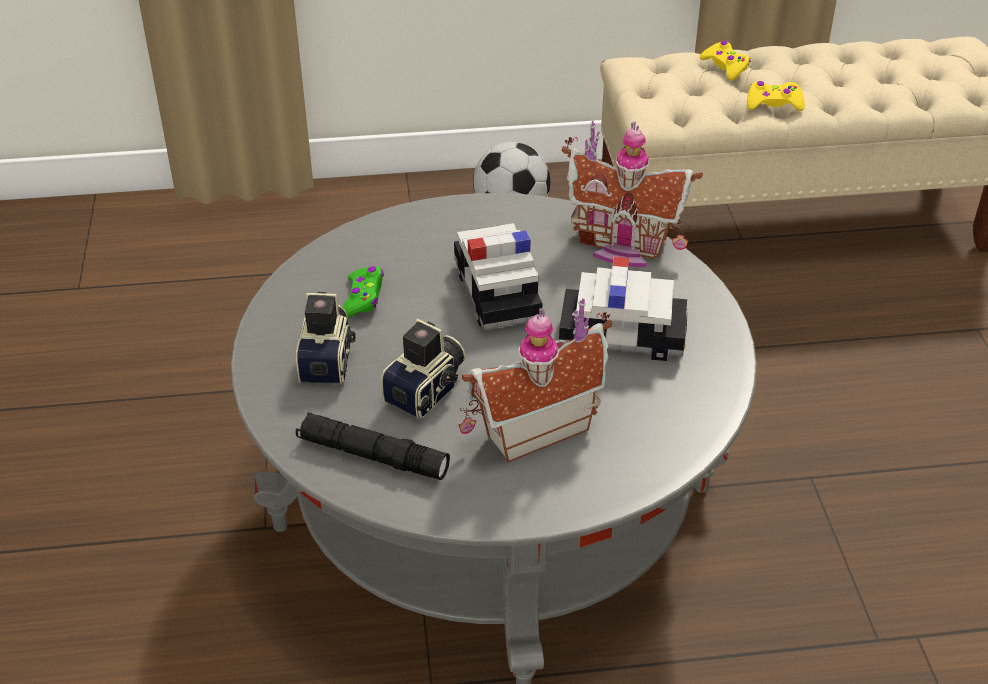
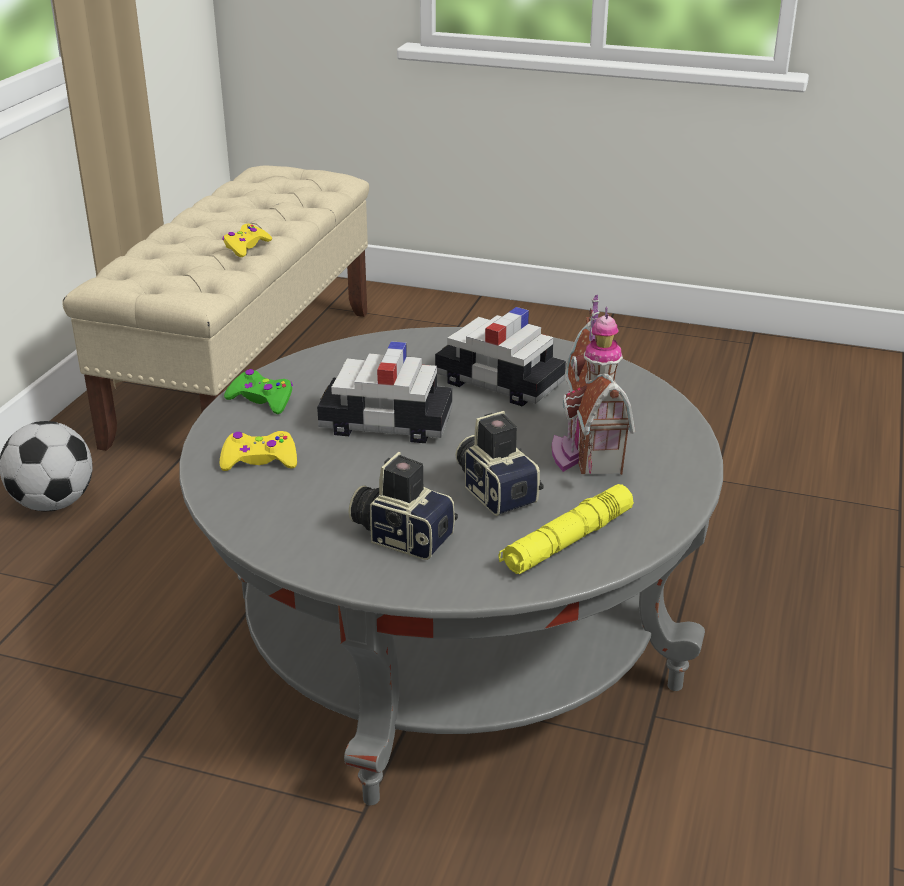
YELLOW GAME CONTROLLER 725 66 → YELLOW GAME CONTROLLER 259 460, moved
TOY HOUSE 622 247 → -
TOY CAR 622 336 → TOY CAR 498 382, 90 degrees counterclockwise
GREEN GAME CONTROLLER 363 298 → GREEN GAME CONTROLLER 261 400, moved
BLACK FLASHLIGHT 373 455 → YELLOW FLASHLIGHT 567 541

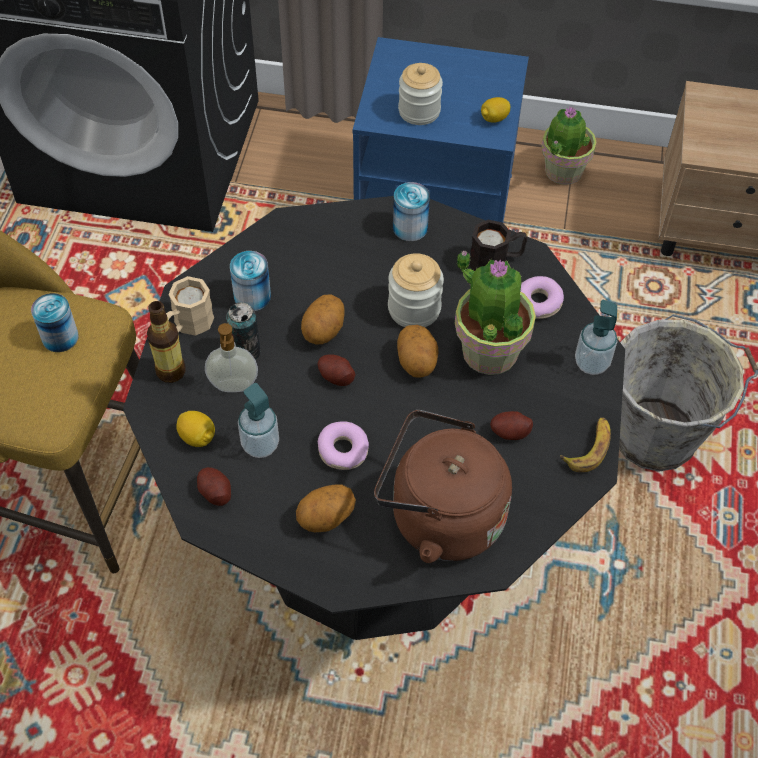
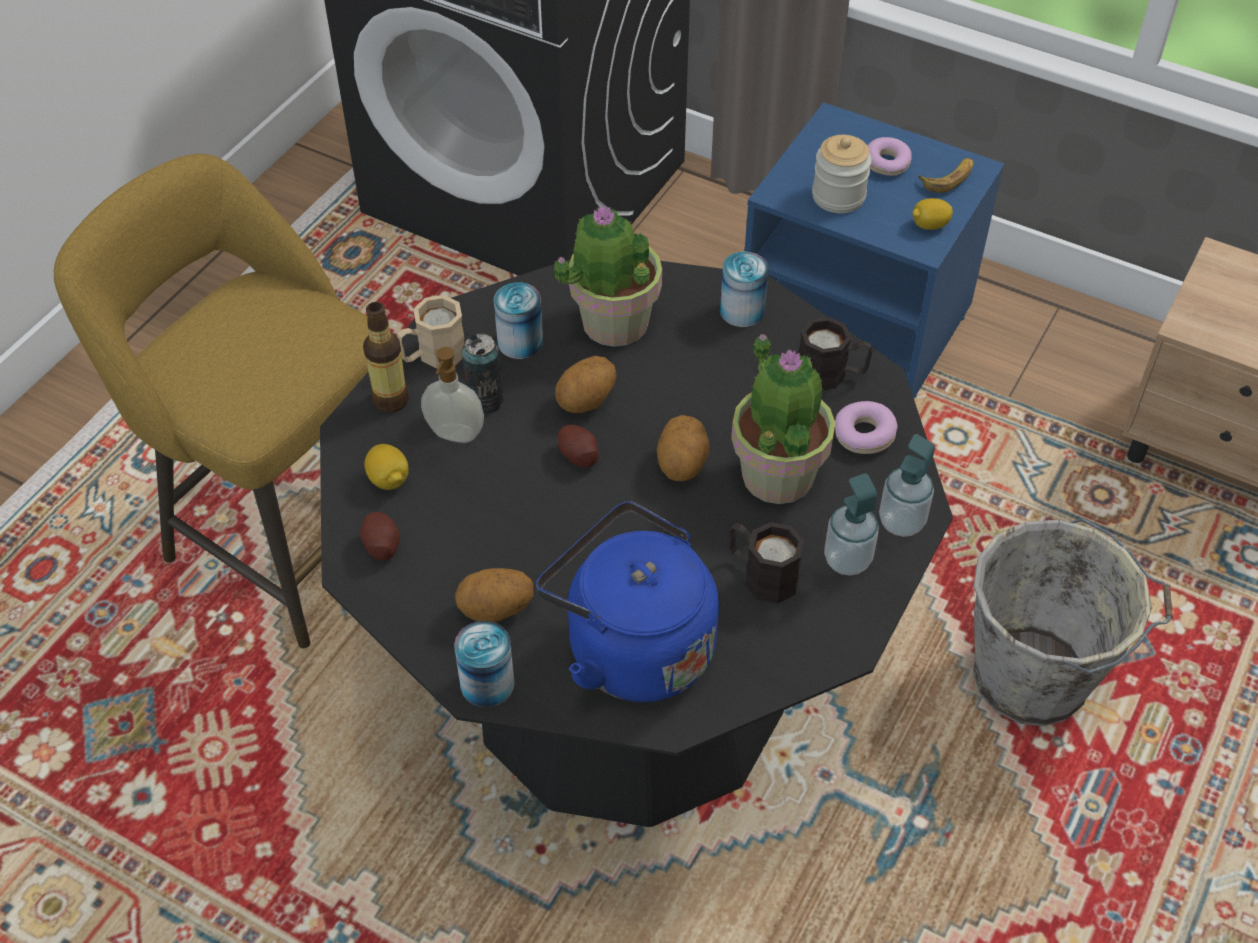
POTTED PLANT 562 171 → POTTED PLANT 613 323, moved
JAR 414 309 → -
CAN 60 337 → CAN 487 683, moved
SOAP DISPENSER 260 444 → SOAP DISPENSER 847 560, moved
BROWN KETTLE 439 517 → BLUE KETTLE 632 647
POTATO 509 432 → BLACK MUG 761 574
BANANA 589 447 → BANANA 948 178, moved
DONUT 343 450 → DONUT 886 163, moved

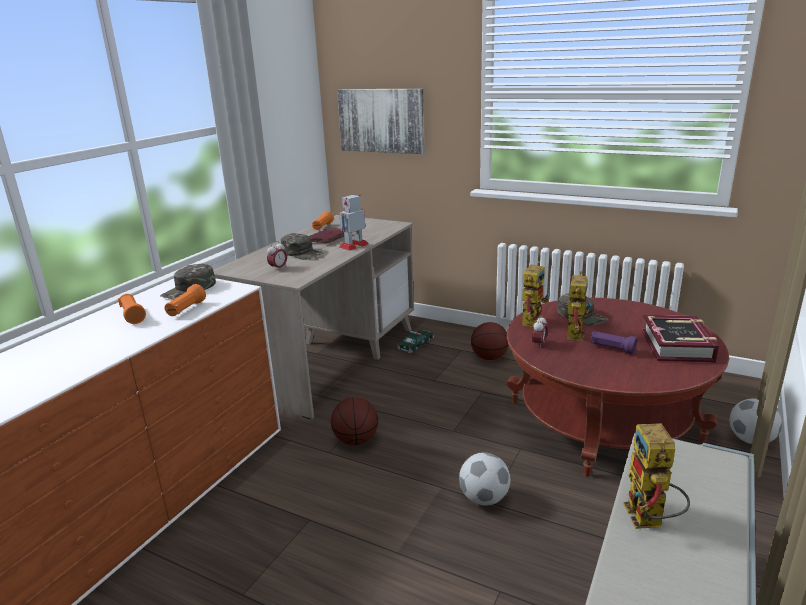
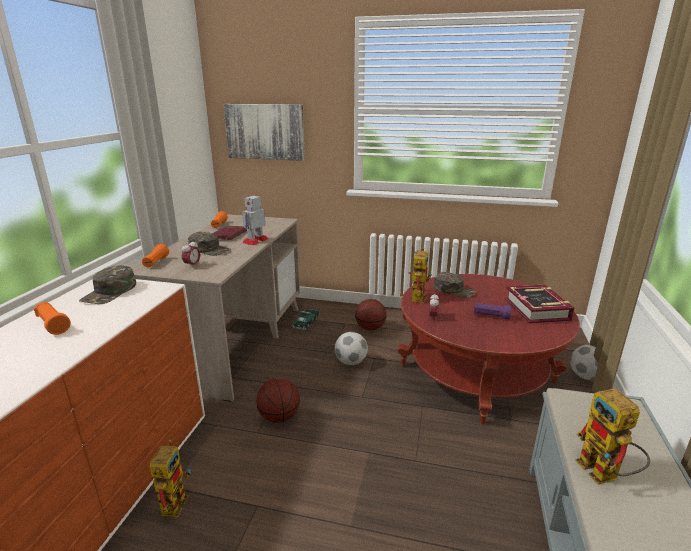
TOY ROBOT 573 332 → TOY ROBOT 175 500, moved
ORANGE FLASHLIGHT 186 309 → ORANGE FLASHLIGHT 156 263, moved
FOOTBALL 484 498 → FOOTBALL 351 362, moved

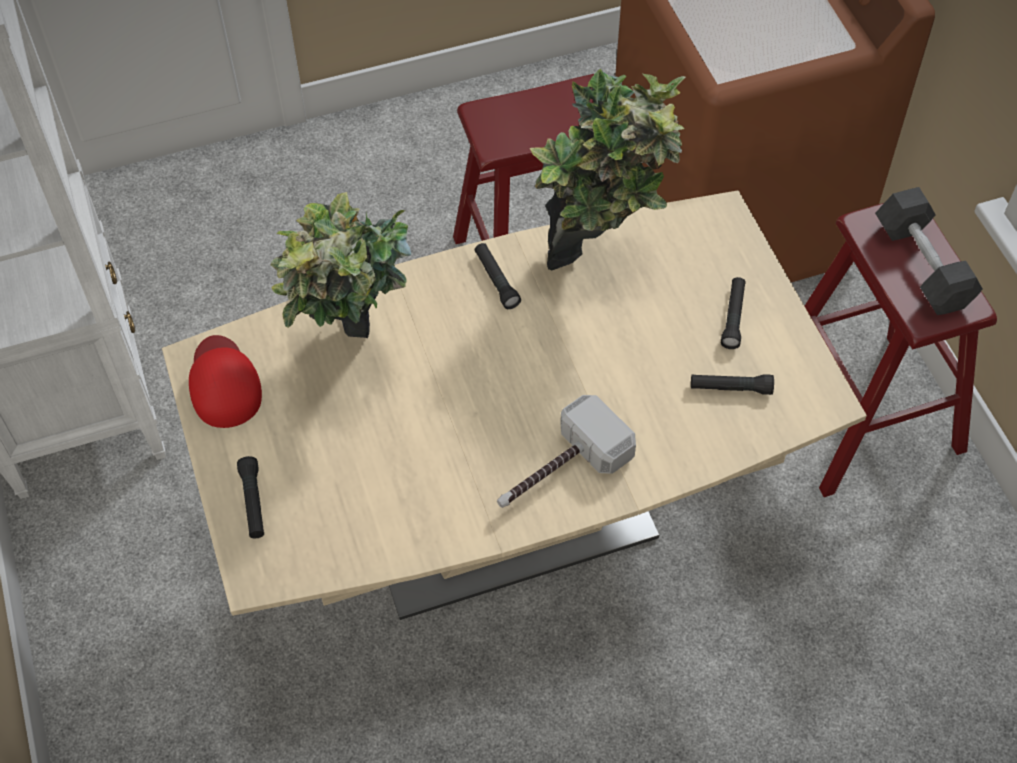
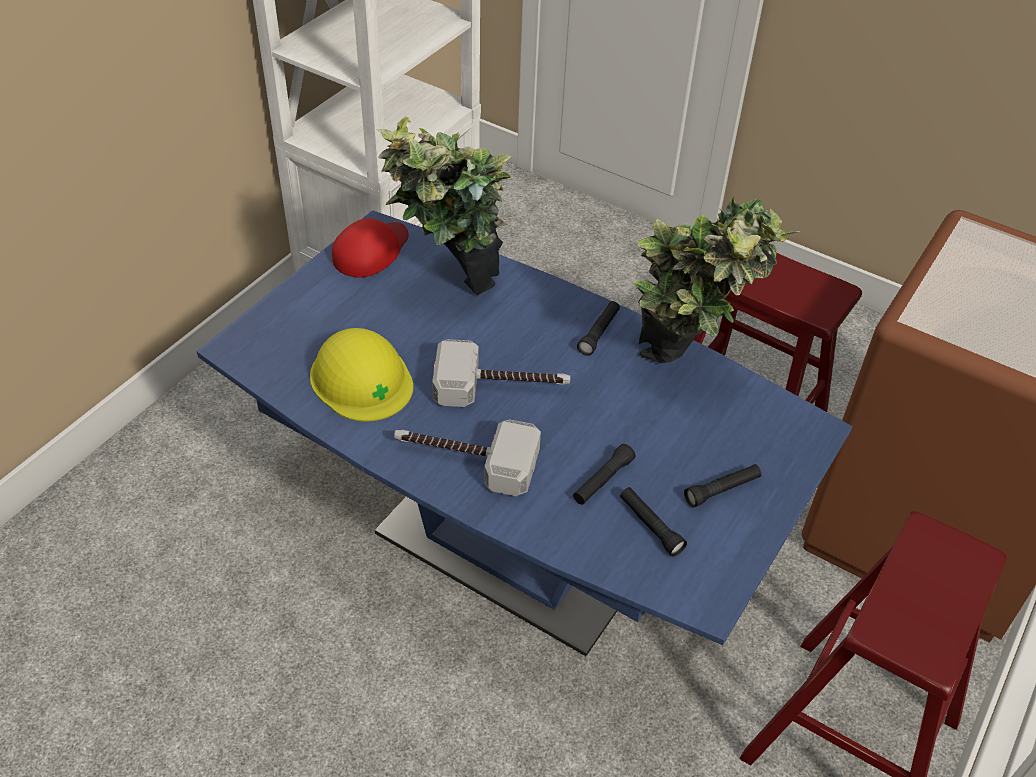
BLACK DUMBBELL 922 265 → -
BEIGE DINING TABLE 509 522 → BLUE DINING TABLE 510 550
BLACK FLASHLIGHT 253 502 → BLACK FLASHLIGHT 602 481, moved
- → YELLOW HARD HAT 361 379
- → HAMMER 501 387

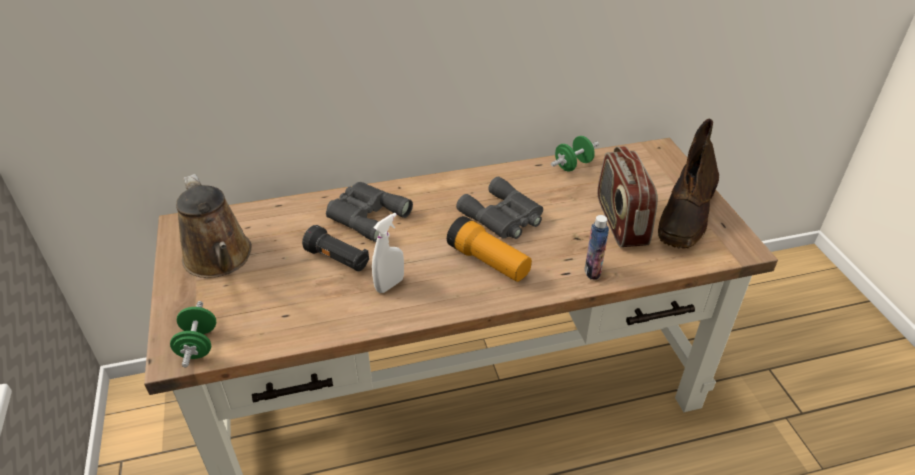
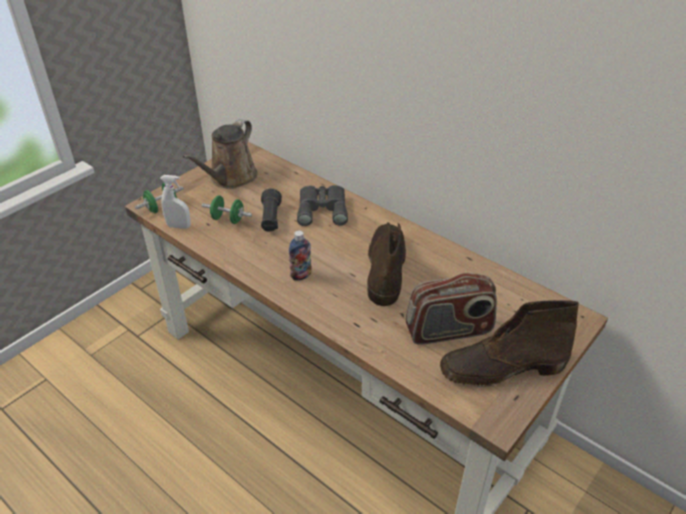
GREEN DUMBBELL 573 165 → GREEN DUMBBELL 228 219, moved
RADIO 620 221 → RADIO 448 331, 150 degrees counterclockwise
GREY BINOCULARS 503 217 → BROWN BOOT 386 268
WHITE SPRAY BOTTLE 389 285 → WHITE SPRAY BOTTLE 179 226, moved
BOTTLE 592 271 → BOTTLE 301 275, moved
FLASHLIGHT 488 262 → -

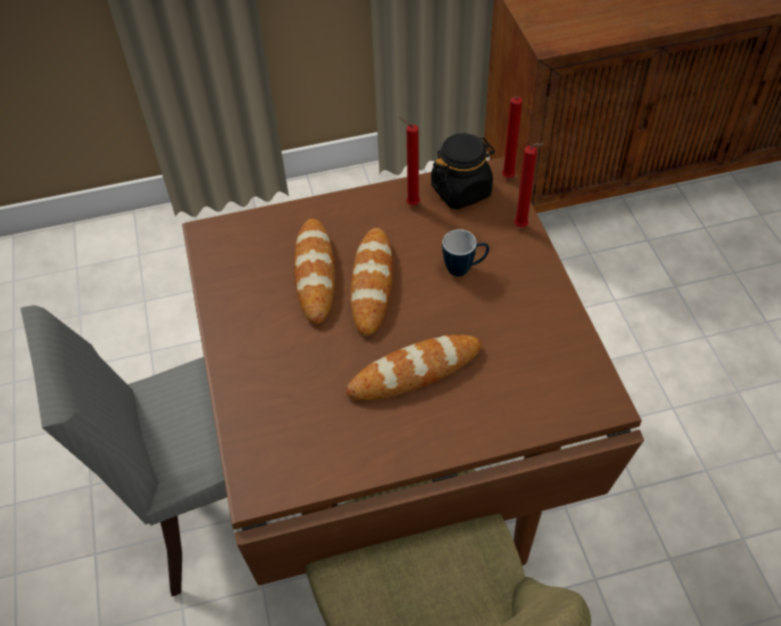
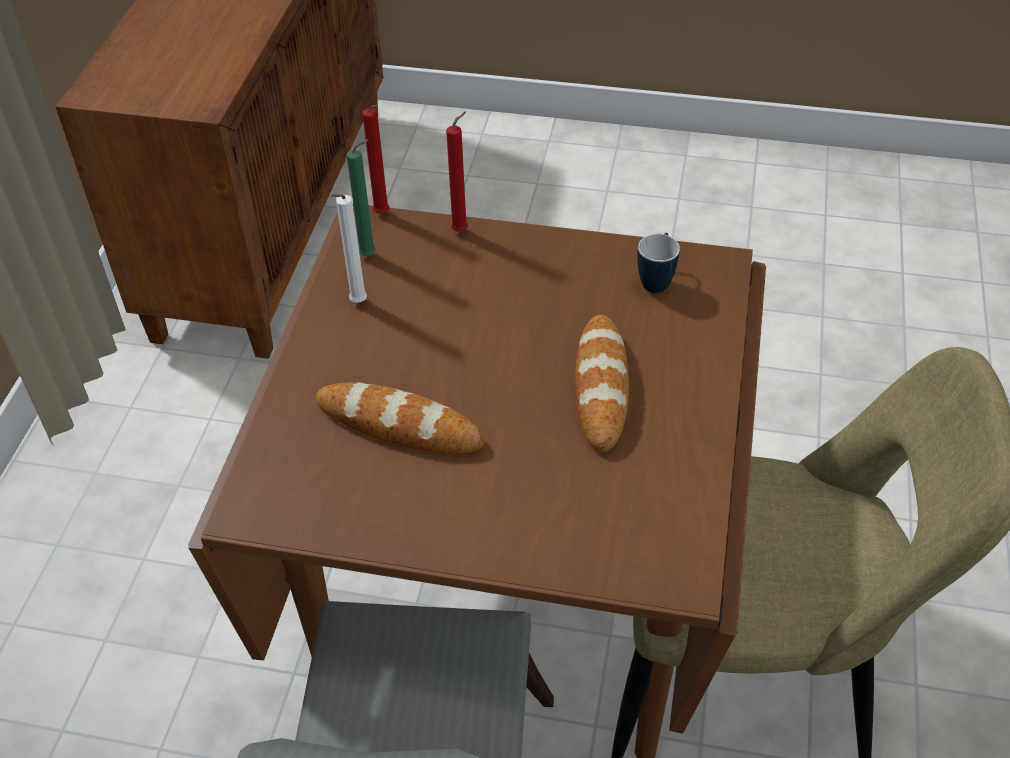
RED CANDLE 410 204 → WHITE CANDLE 356 303
BLACK JAR 461 190 → GREEN CANDLE 370 256
BREAD 372 284 → -
MUG 464 269 → MUG 657 280, moved

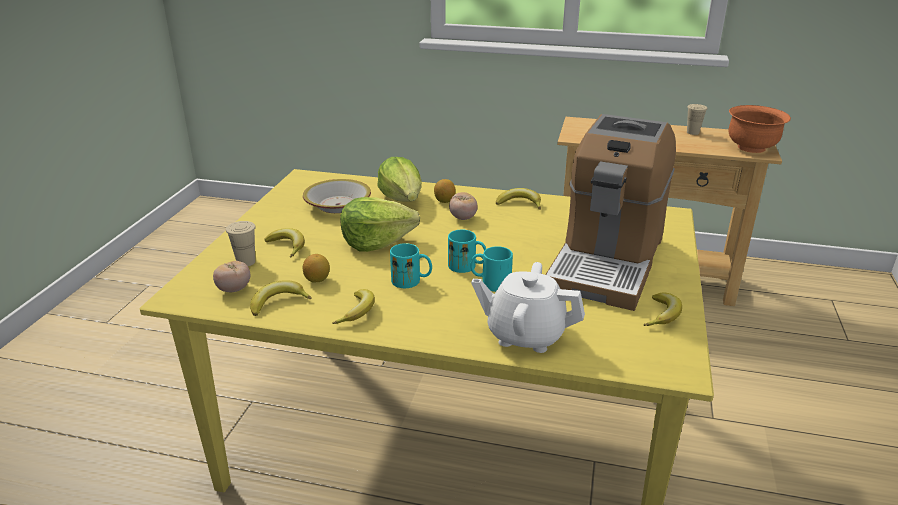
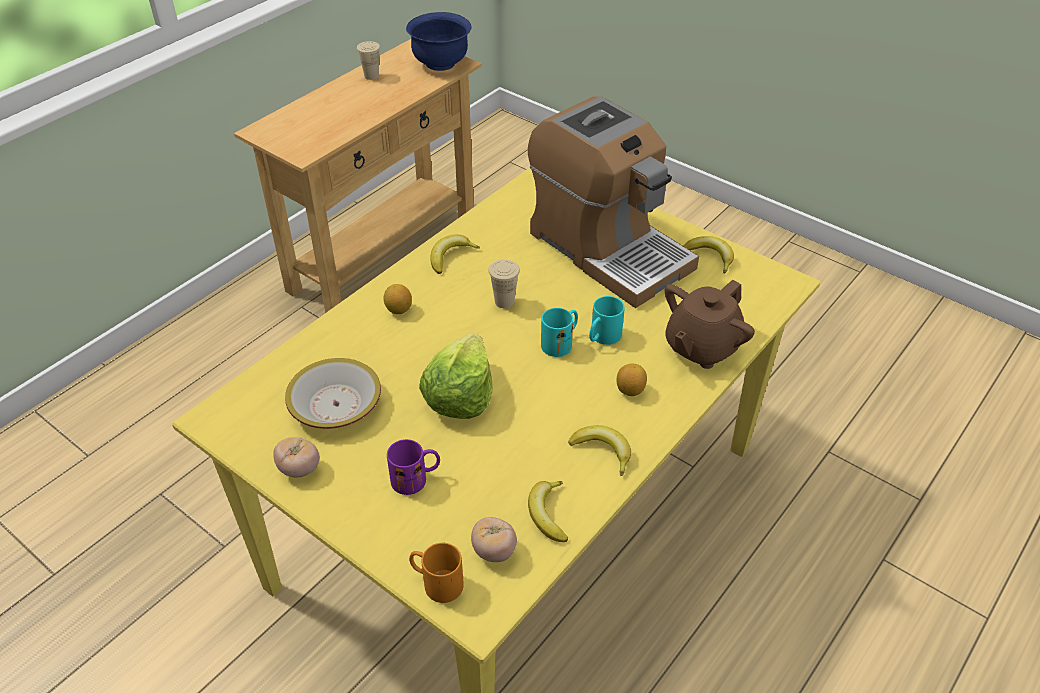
ORANGE BOWL 751 148 → BLUE BOWL 441 63
LETTUCE 402 199 → -
TOMATO 463 218 → TOMATO 299 469, moved
BEIGE CUP 246 262 → BEIGE CUP 504 302, moved
BANANA 287 246 → PURPLE MUG 416 478
TURQUOISE MUG 412 281 → -
LEMON 317 280 → LEMON 630 390, moved
WHITE TEAPOT 525 335 → BROWN TEAPOT 701 347
- → ORANGE MUG 436 583

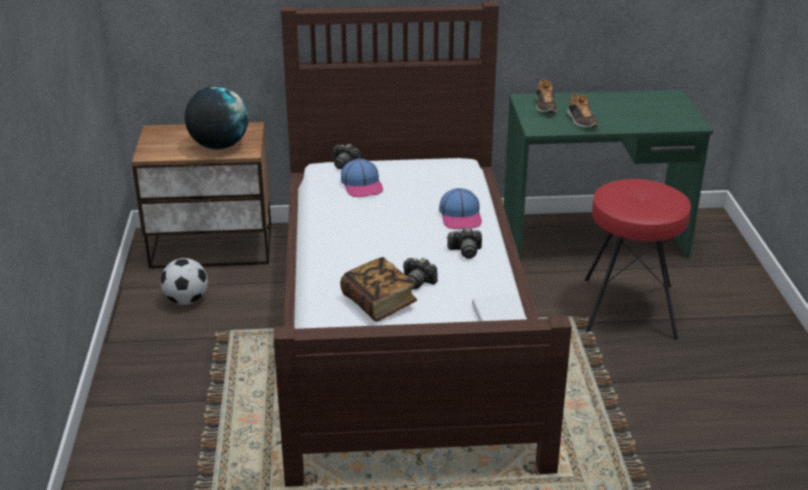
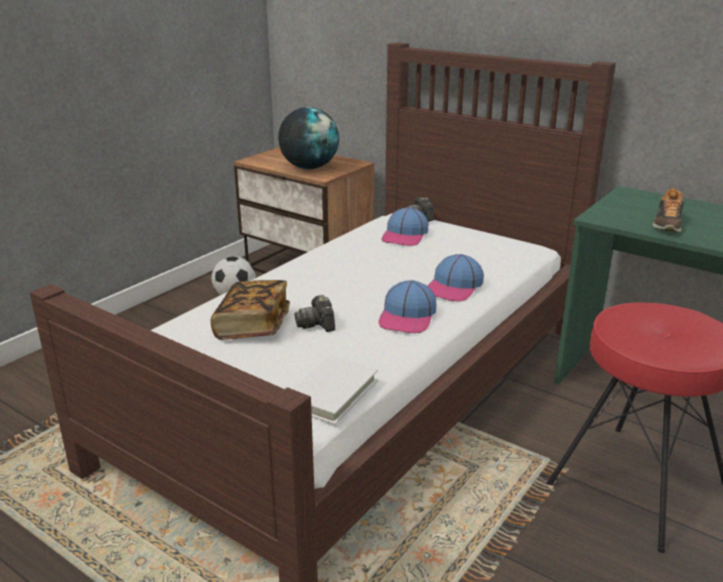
SHOE 545 106 → -
PHOTO CAMERA 465 251 → CAP 407 317

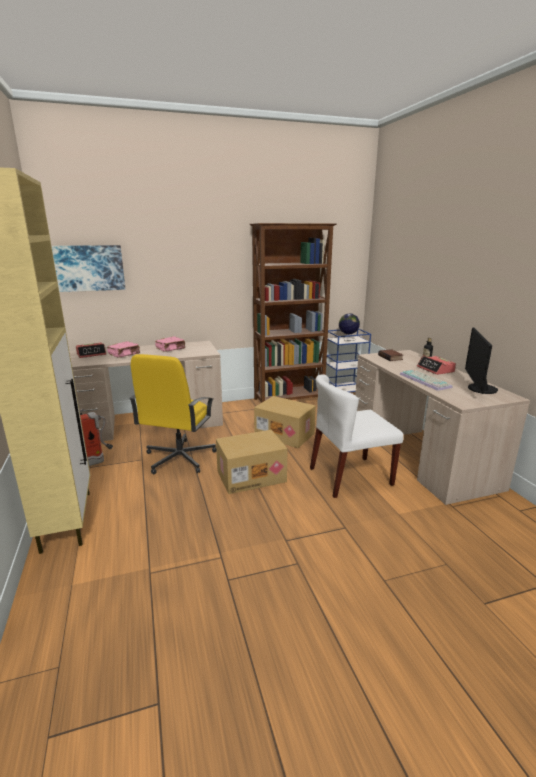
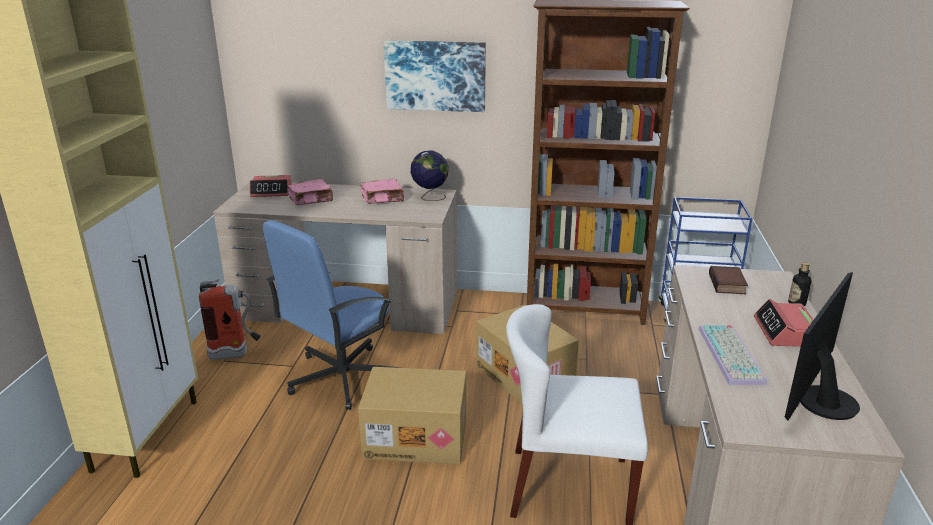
PICTURE 89 268 → PICTURE 435 75, moved
GLOBE 348 339 → GLOBE 430 197, moved
YELLOW OFFICE CHAIR 179 458 → BLUE OFFICE CHAIR 340 377

